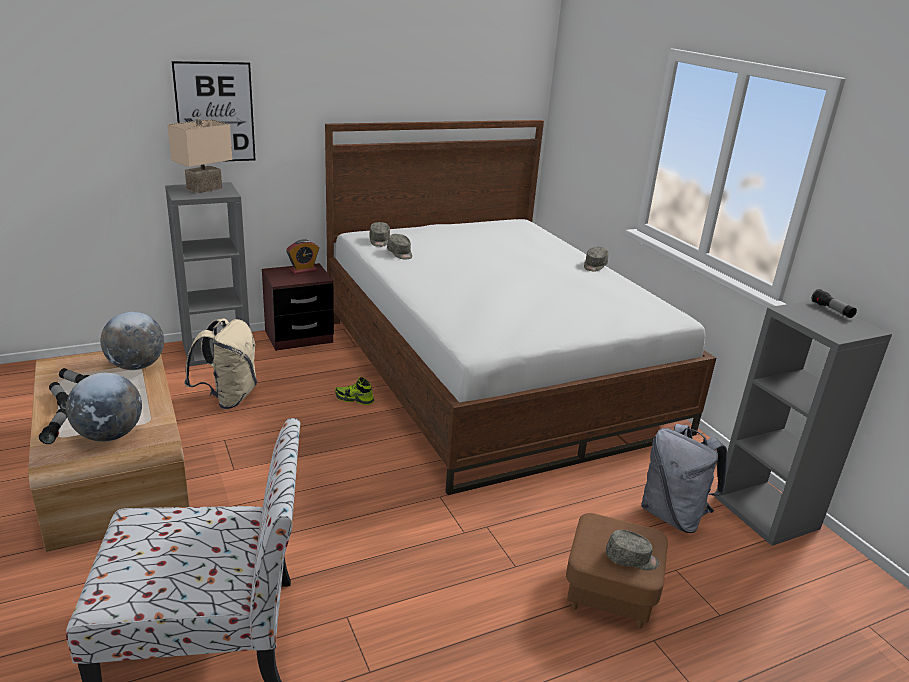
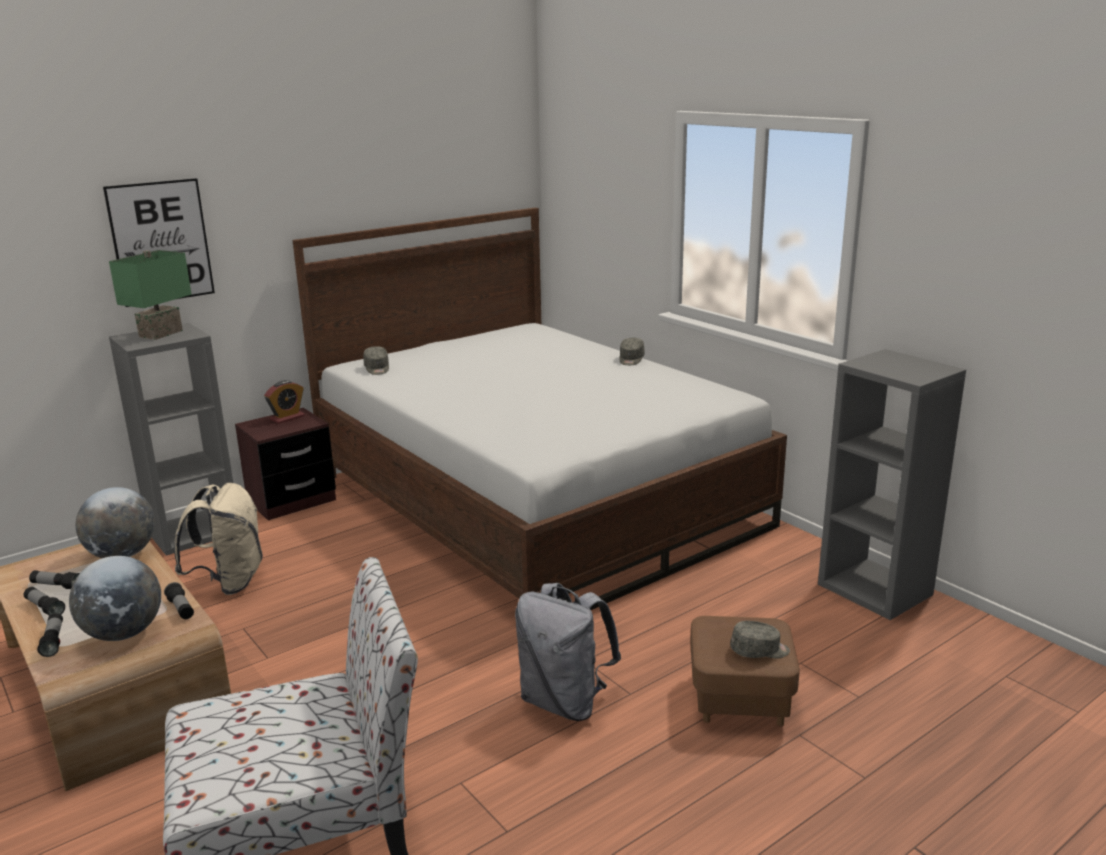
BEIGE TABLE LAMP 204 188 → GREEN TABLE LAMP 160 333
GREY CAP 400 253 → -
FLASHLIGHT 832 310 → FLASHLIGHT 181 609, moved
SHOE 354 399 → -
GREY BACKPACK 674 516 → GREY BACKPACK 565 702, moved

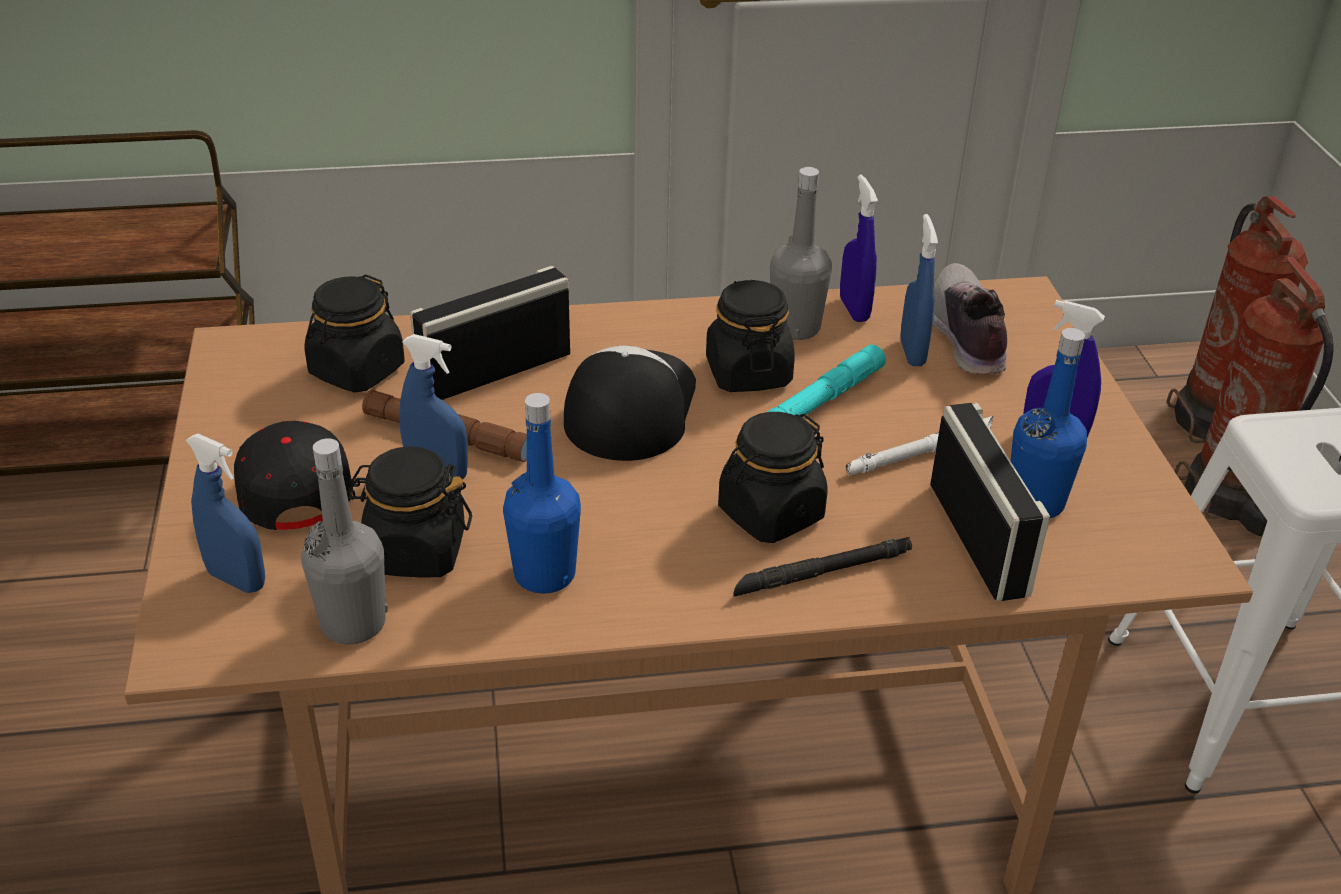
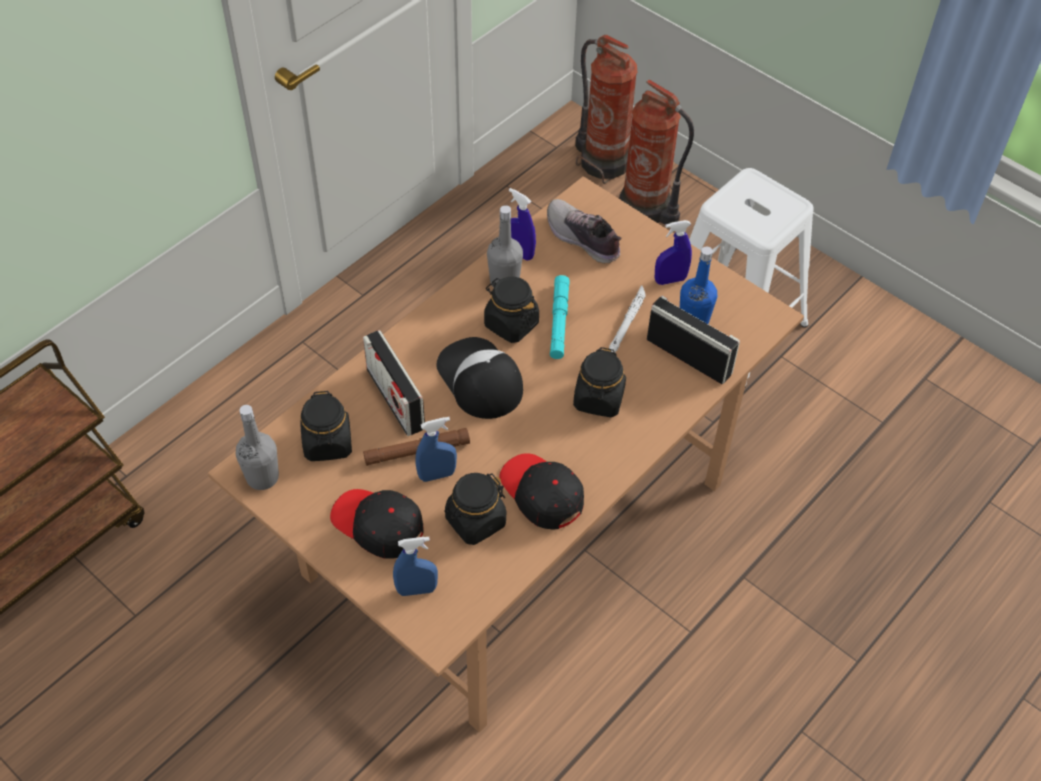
BLUE SPRAY BOTTLE 912 353 → -
RADIO 495 371 → RADIO 395 399, 45 degrees counterclockwise
BLUE BOTTLE 544 574 → BLACK CAP 541 494
GREY BOTTLE 353 623 → GREY BOTTLE 262 477, moved
BLACK FLASHLIGHT 822 573 → -

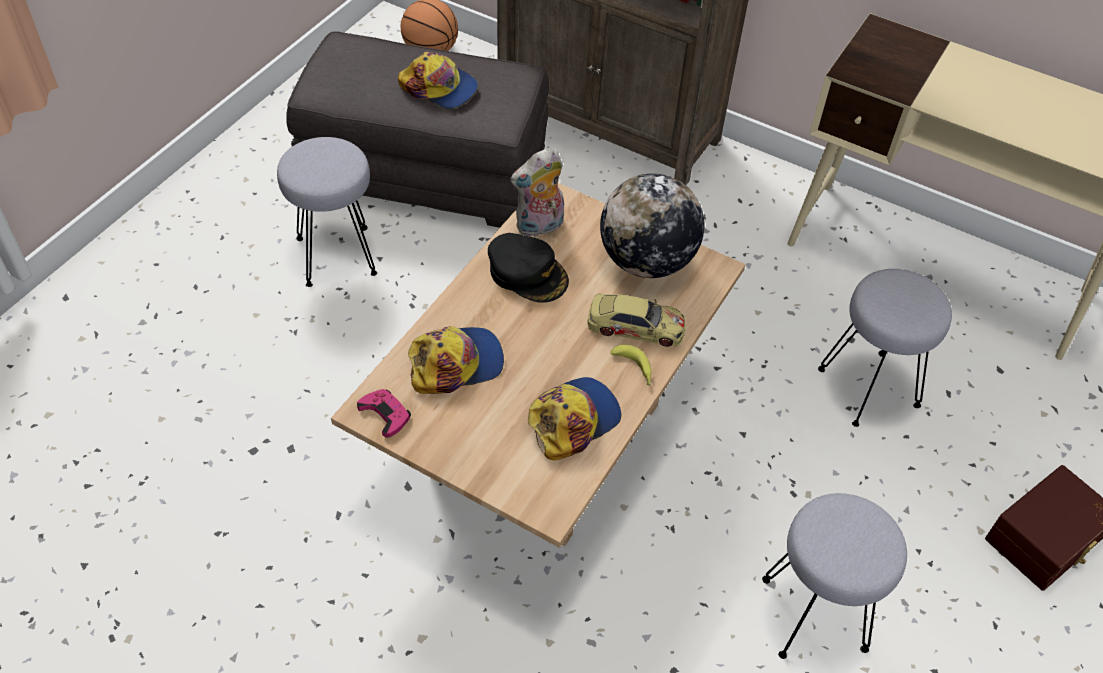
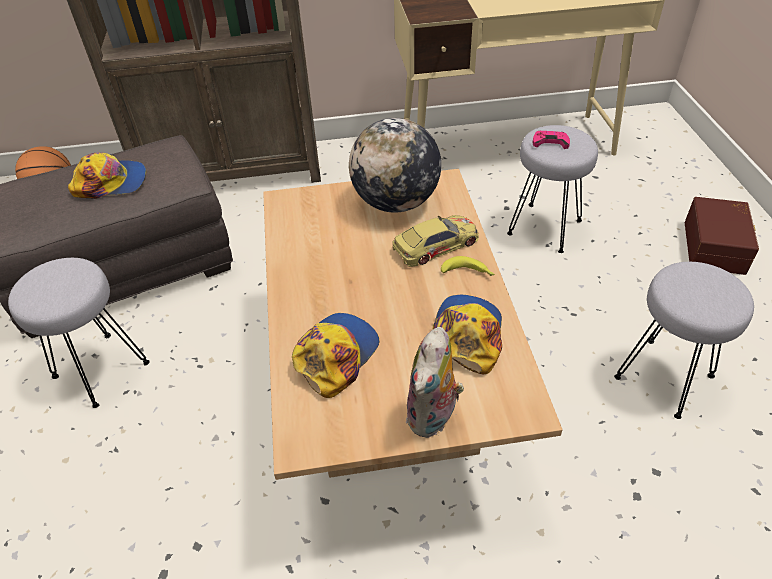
PLUSH TOY 539 227 → PLUSH TOY 433 417, moved
BLACK CAP 528 273 → -
PINK GAME CONTROLLER 385 414 → PINK GAME CONTROLLER 550 142, moved

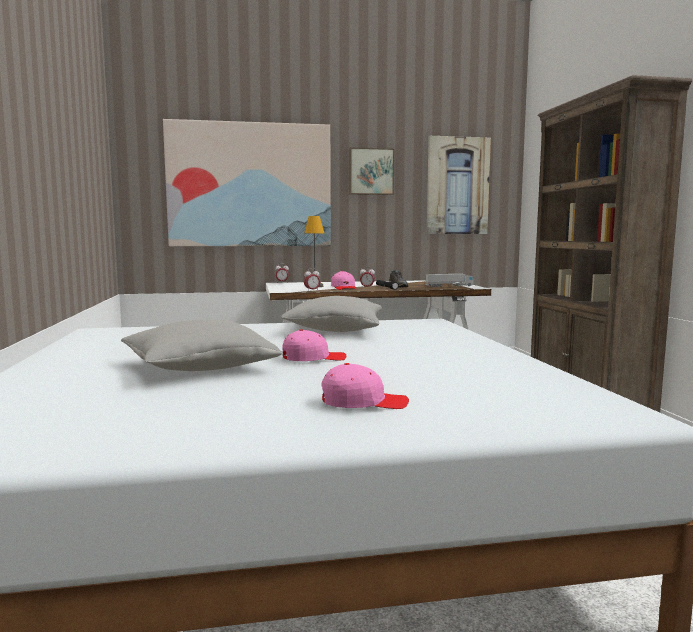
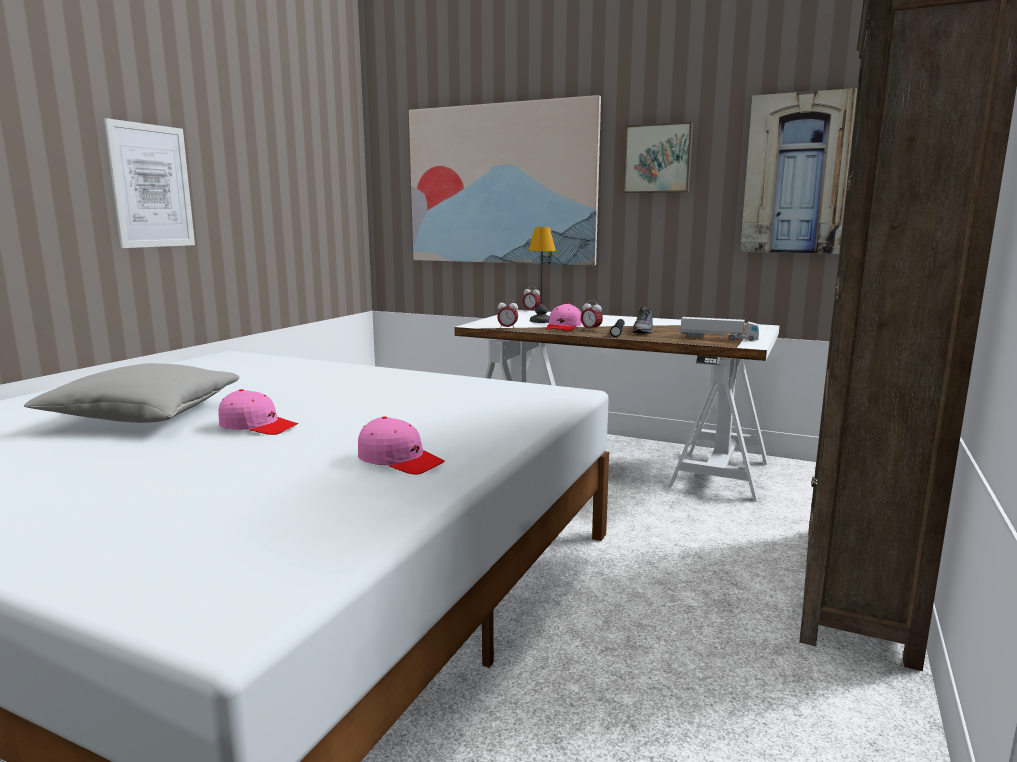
GREY PILLOW 334 330 → -
PINK CAP 363 403 → PINK CAP 400 460, moved
- → PICTURE 151 186

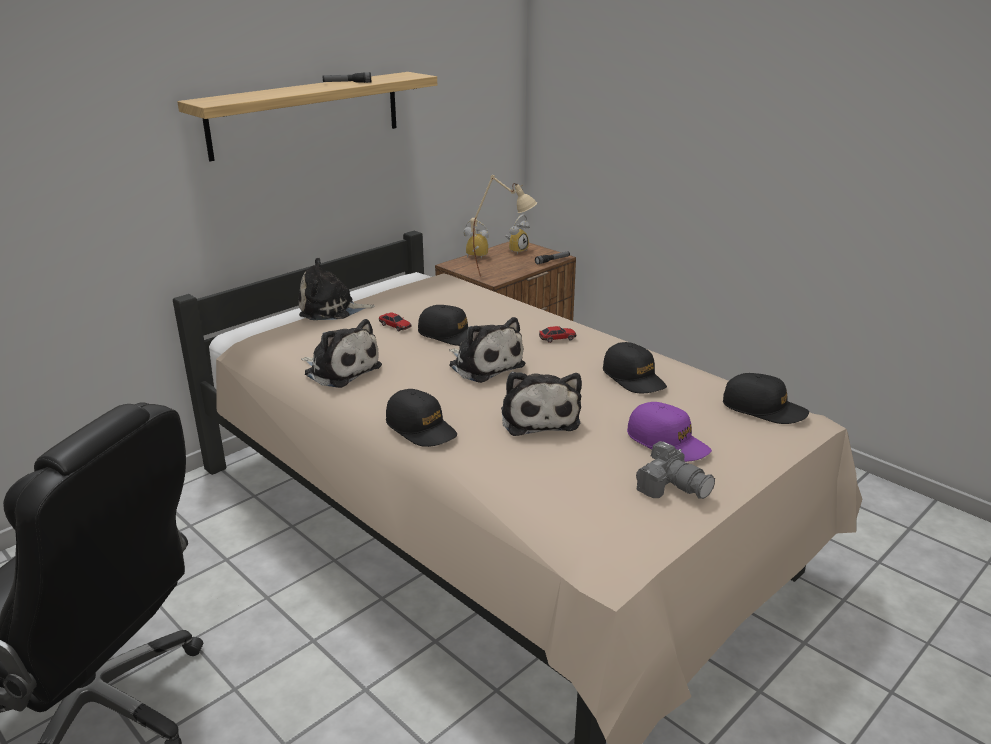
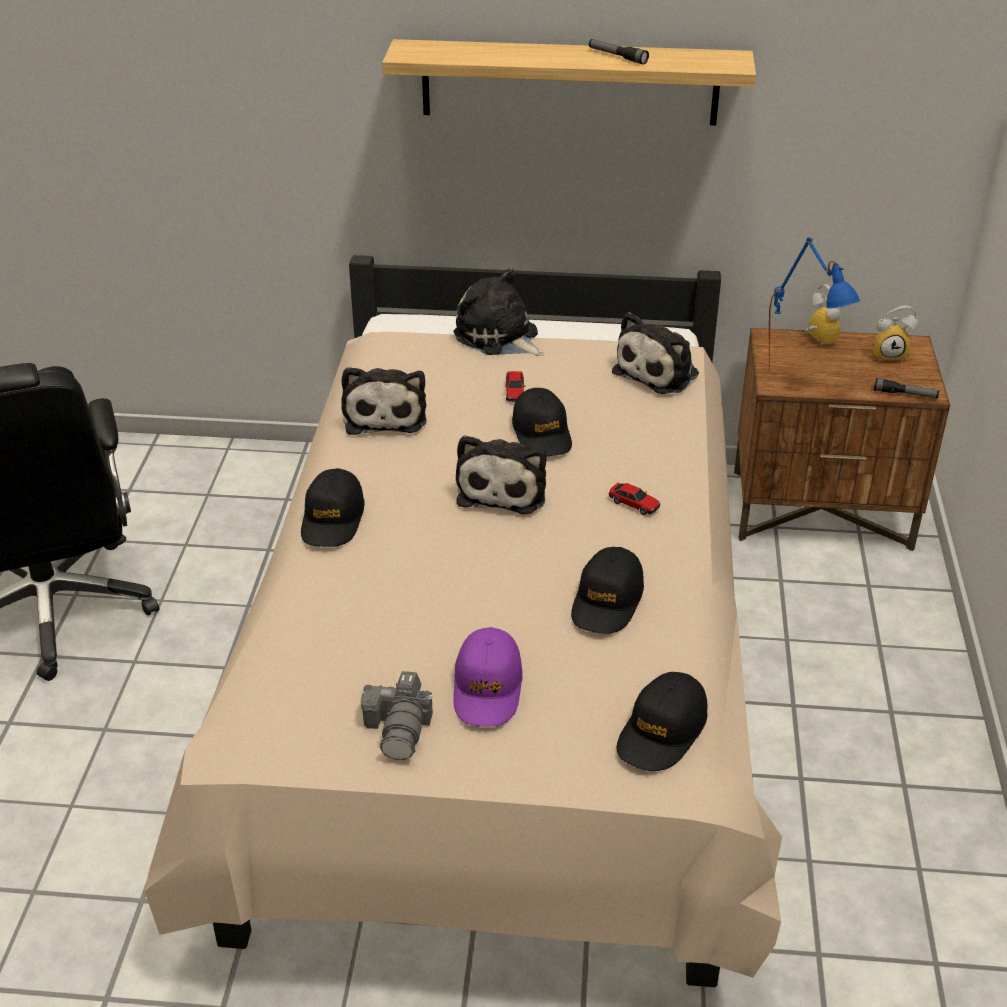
BEIGE TABLE LAMP 503 274 → BLUE TABLE LAMP 801 383
PLUSH TOY 538 417 → PLUSH TOY 659 372, moved
BLACK CAP 763 409 → BLACK CAP 662 732, 45 degrees clockwise

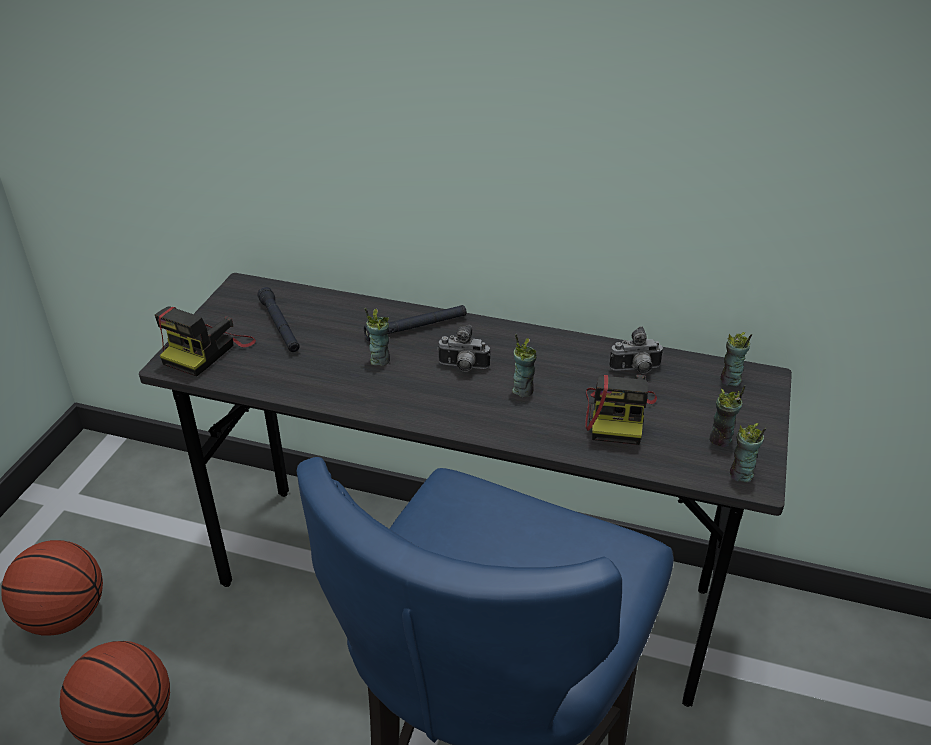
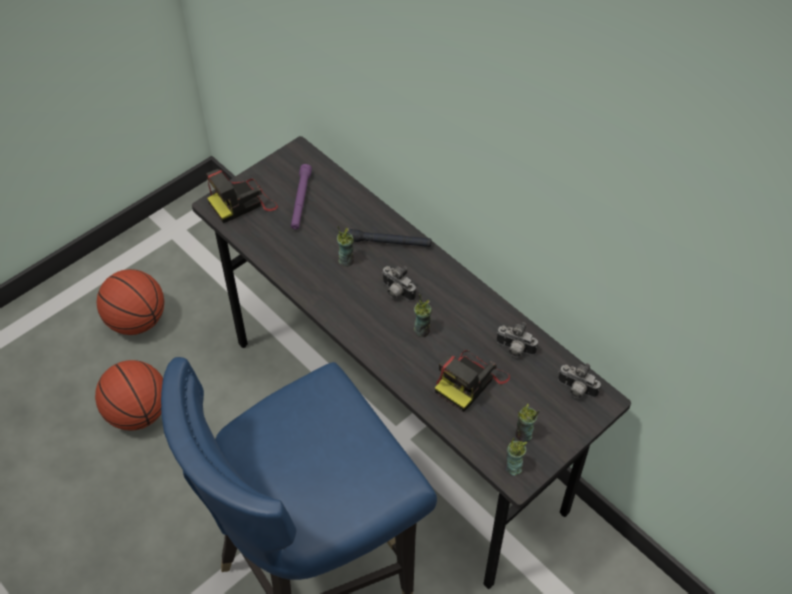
BLACK FLASHLIGHT 280 326 → PURPLE FLASHLIGHT 301 201
CUP 730 380 → PHOTO CAMERA 575 390

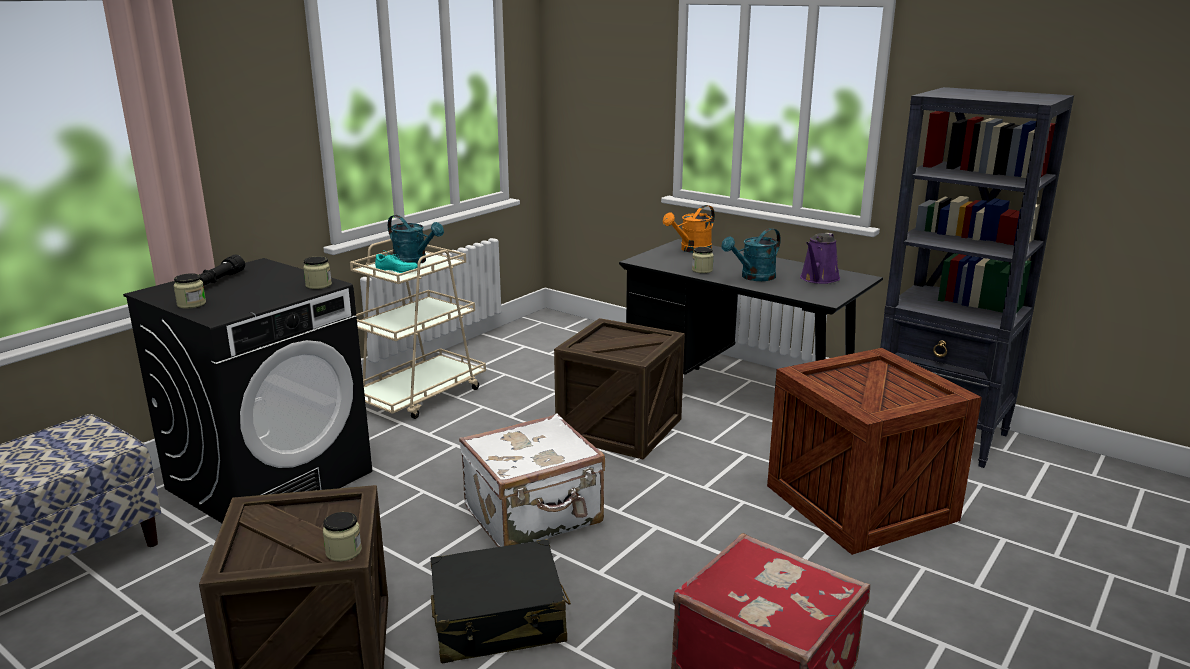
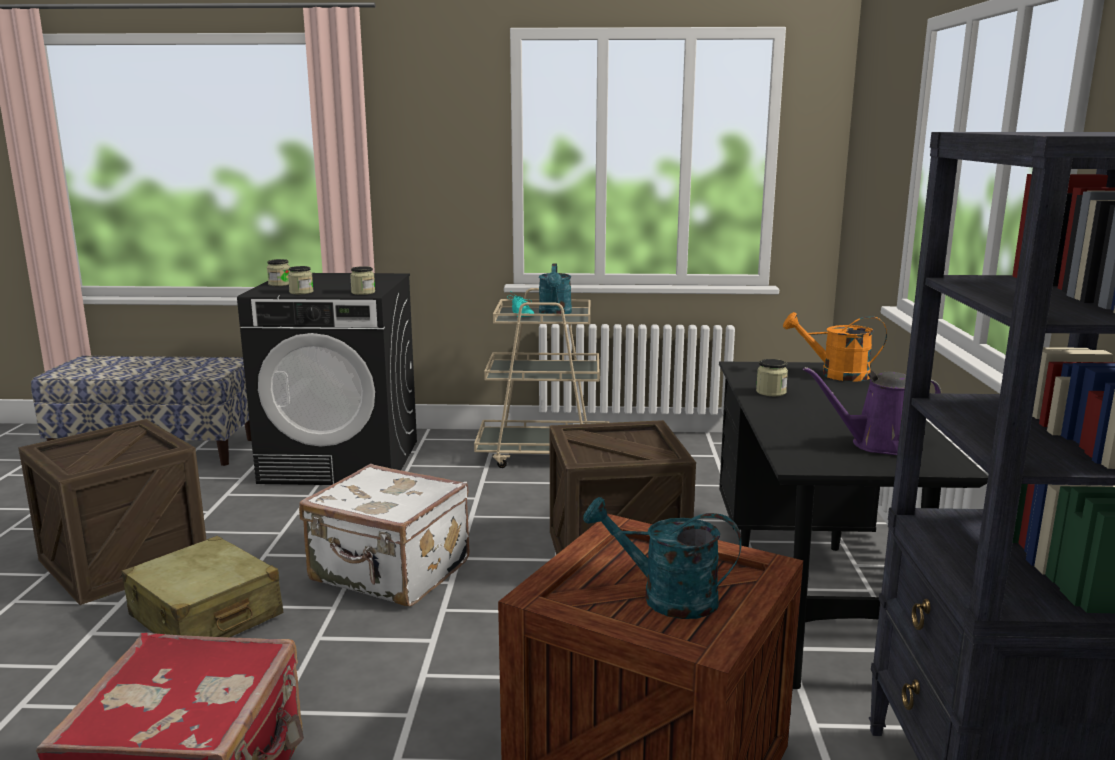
TURQUOISE WATERING CAN 753 277 → TURQUOISE WATERING CAN 666 598, moved
BLACK FLASHLIGHT 220 280 → -
JAR 343 551 → JAR 301 292, moved
BLACK SUITCASE 499 620 → BEIGE SUITCASE 205 616

